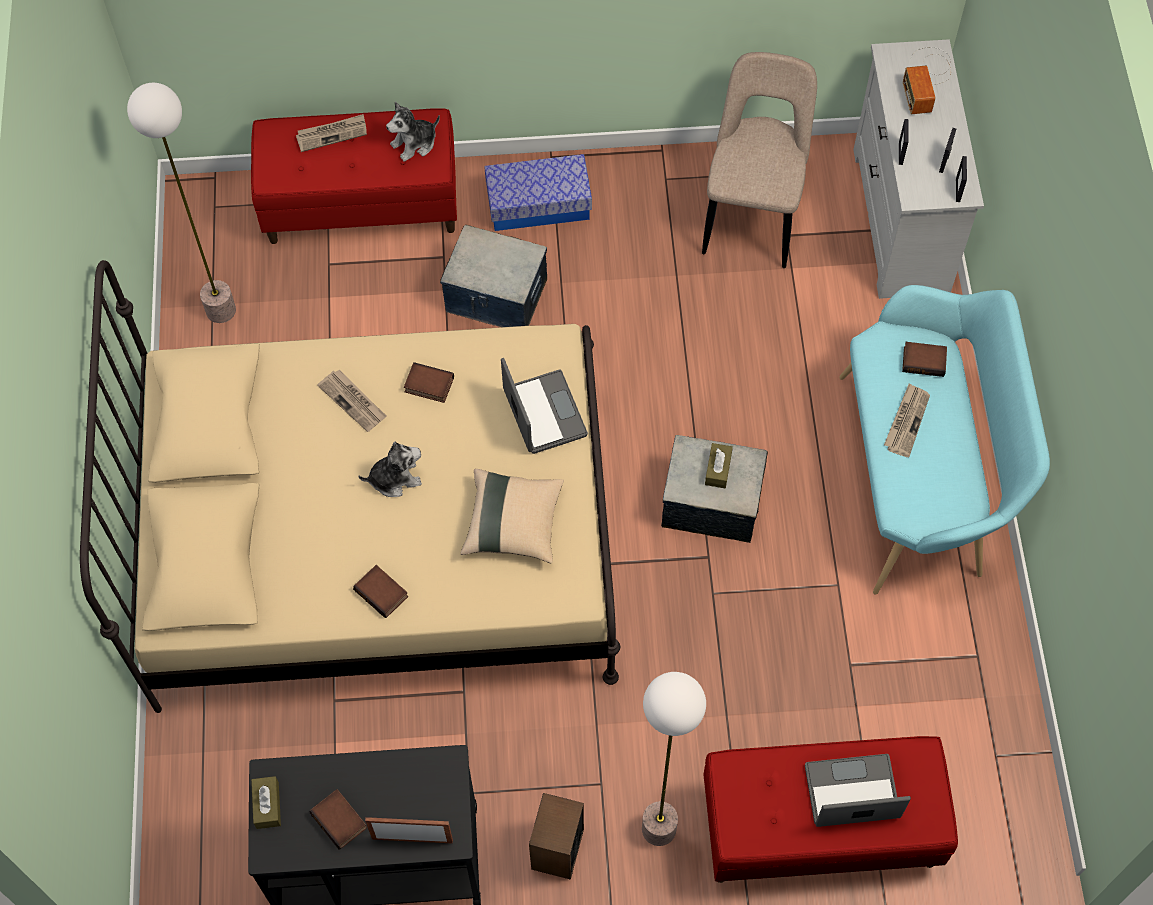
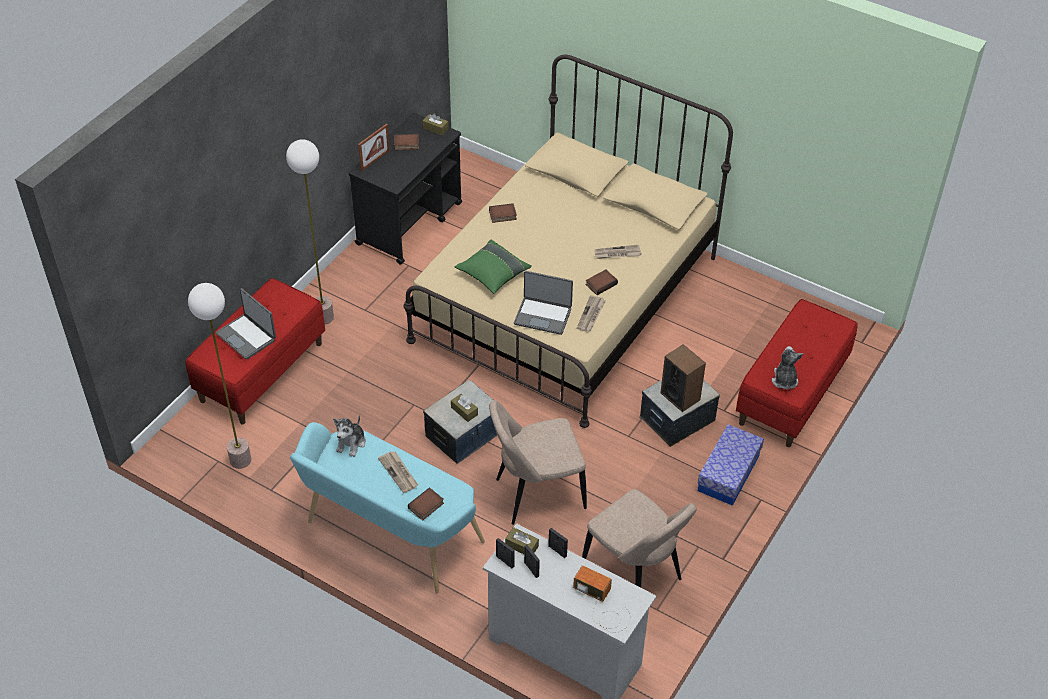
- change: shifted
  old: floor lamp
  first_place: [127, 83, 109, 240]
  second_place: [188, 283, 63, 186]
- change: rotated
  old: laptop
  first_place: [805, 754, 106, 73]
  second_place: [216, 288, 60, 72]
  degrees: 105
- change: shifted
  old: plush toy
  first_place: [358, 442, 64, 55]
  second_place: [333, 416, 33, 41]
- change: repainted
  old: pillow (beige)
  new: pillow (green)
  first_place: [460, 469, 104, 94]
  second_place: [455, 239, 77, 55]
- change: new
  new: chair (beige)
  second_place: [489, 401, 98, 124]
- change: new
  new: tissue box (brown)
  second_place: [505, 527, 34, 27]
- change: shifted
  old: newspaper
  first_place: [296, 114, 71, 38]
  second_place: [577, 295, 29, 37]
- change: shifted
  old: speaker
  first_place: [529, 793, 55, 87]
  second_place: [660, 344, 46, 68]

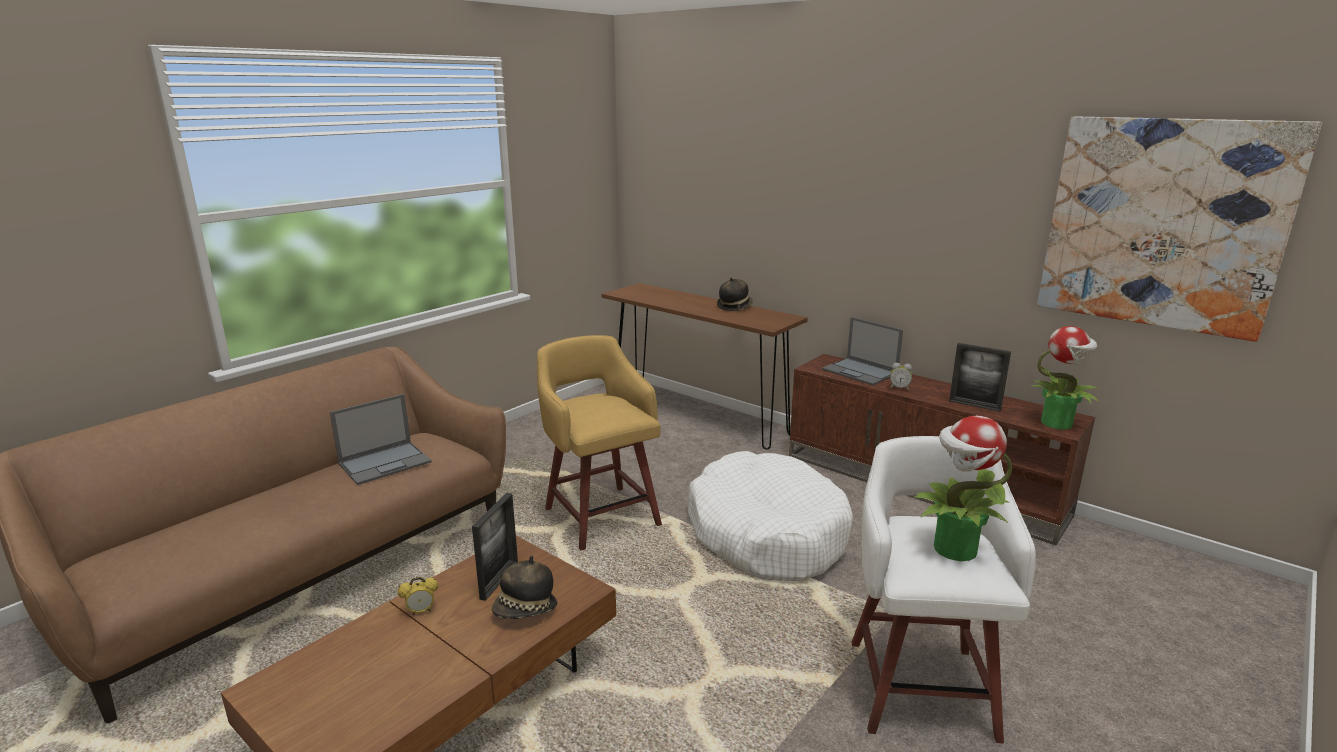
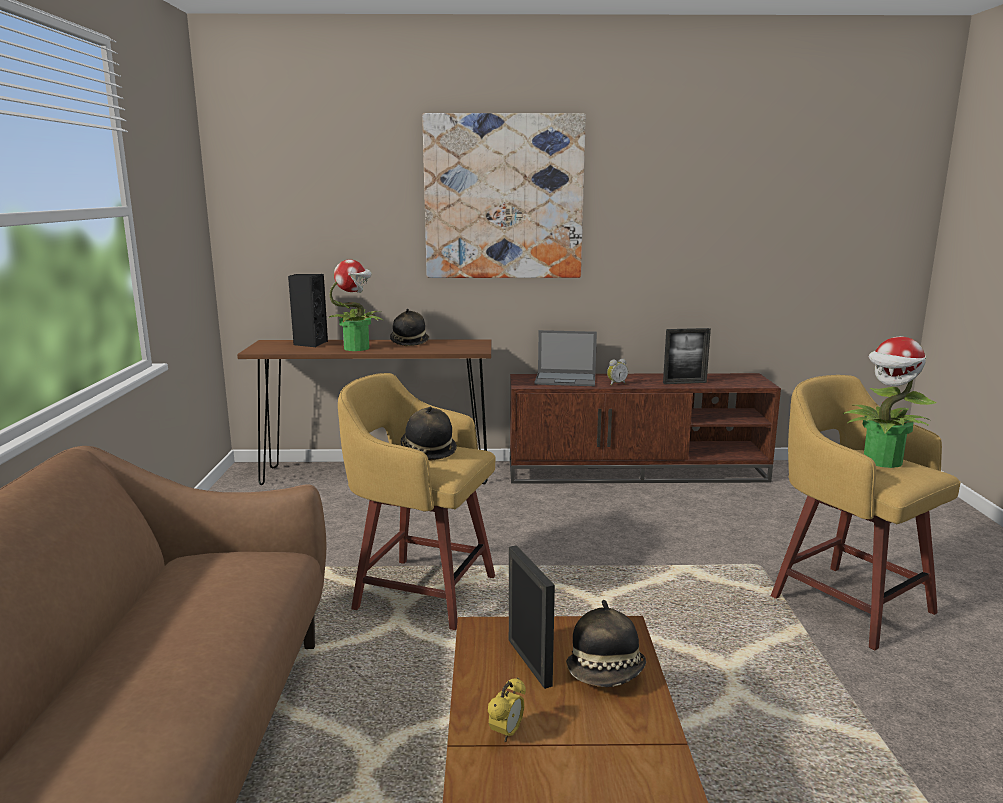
- change: new
  new: speaker (black)
  second_place: [288, 274, 40, 73]
- change: shifted
  old: potted plant
  first_place: [1030, 326, 69, 103]
  second_place: [329, 260, 55, 91]
- change: new
  new: hat
  second_place: [401, 407, 56, 54]
- change: shifted
  old: picture
  first_place: [1037, 117, 285, 225]
  second_place: [422, 113, 164, 165]
- change: repainted
  old: stool (white)
  new: stool (yellow)
  first_place: [851, 436, 185, 307]
  second_place: [771, 375, 190, 275]
- change: gone
  old: laptop
  first_place: [330, 394, 102, 91]
- change: gone
  old: dog bed (white)
  first_place: [688, 451, 165, 130]

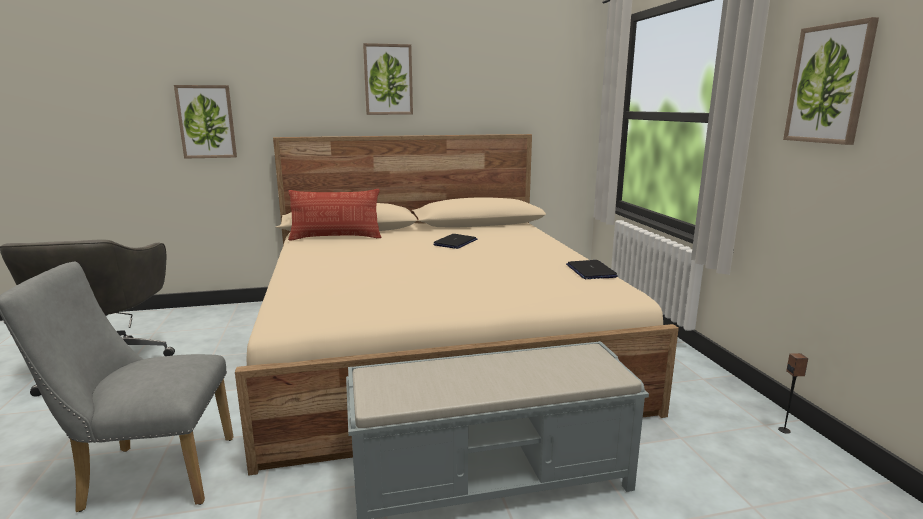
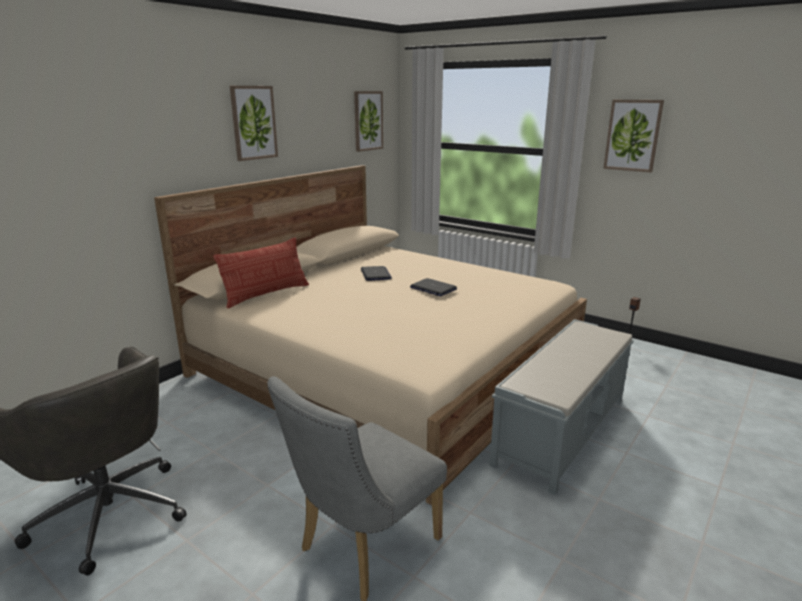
- change: shifted
  old: picture
  first_place: [174, 85, 63, 74]
  second_place: [354, 91, 29, 61]
- change: shifted
  old: laptop
  first_place: [566, 260, 52, 19]
  second_place: [410, 278, 47, 18]

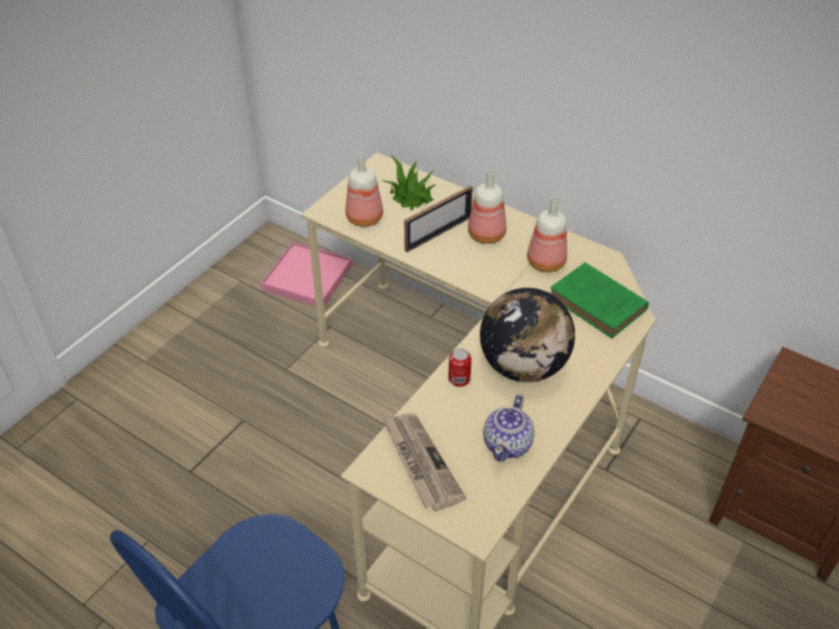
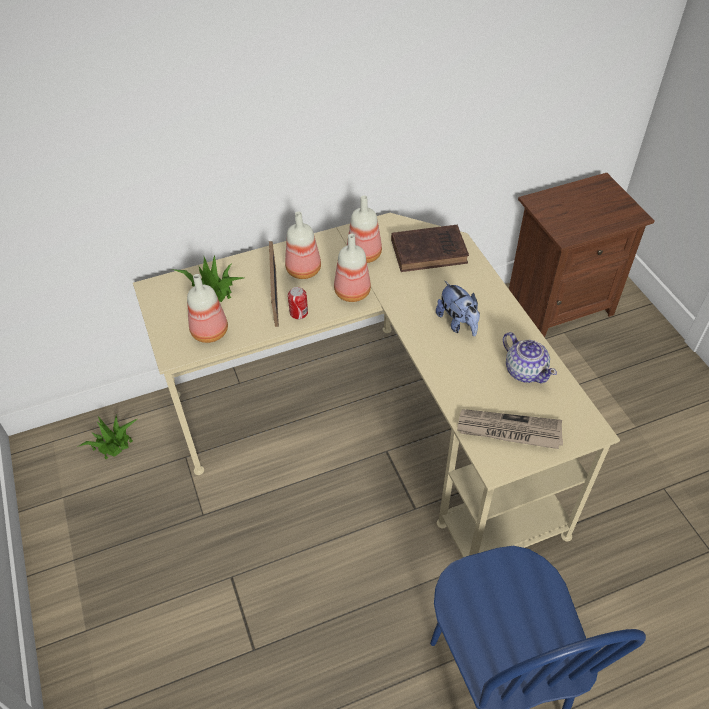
- change: swapped
  old: tray (pink)
  new: potted plant
  first_place: [261, 242, 91, 65]
  second_place: [77, 415, 60, 44]
- change: shifted
  old: can
  first_place: [448, 349, 24, 38]
  second_place: [288, 287, 20, 32]
- change: new
  new: bottle
  second_place: [334, 234, 37, 68]
- change: repainted
  old: book (green)
  new: book (brown)
  first_place: [550, 262, 99, 76]
  second_place: [391, 225, 78, 47]
- change: swapped
  old: globe
  new: plush toy
  first_place: [480, 288, 95, 94]
  second_place: [436, 281, 44, 55]

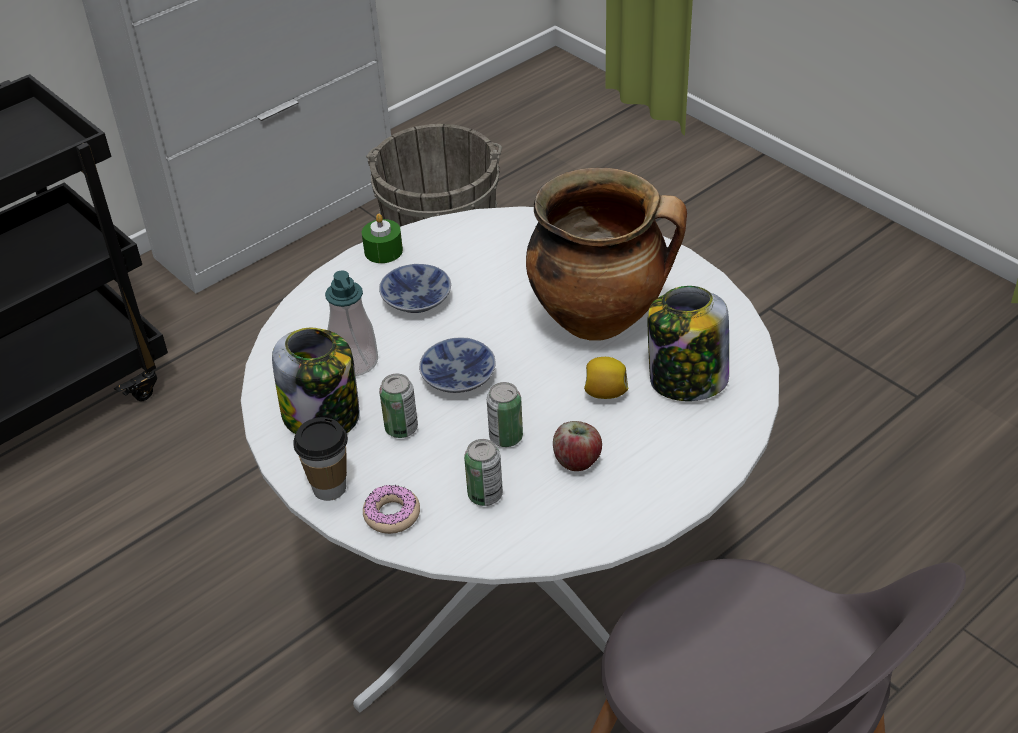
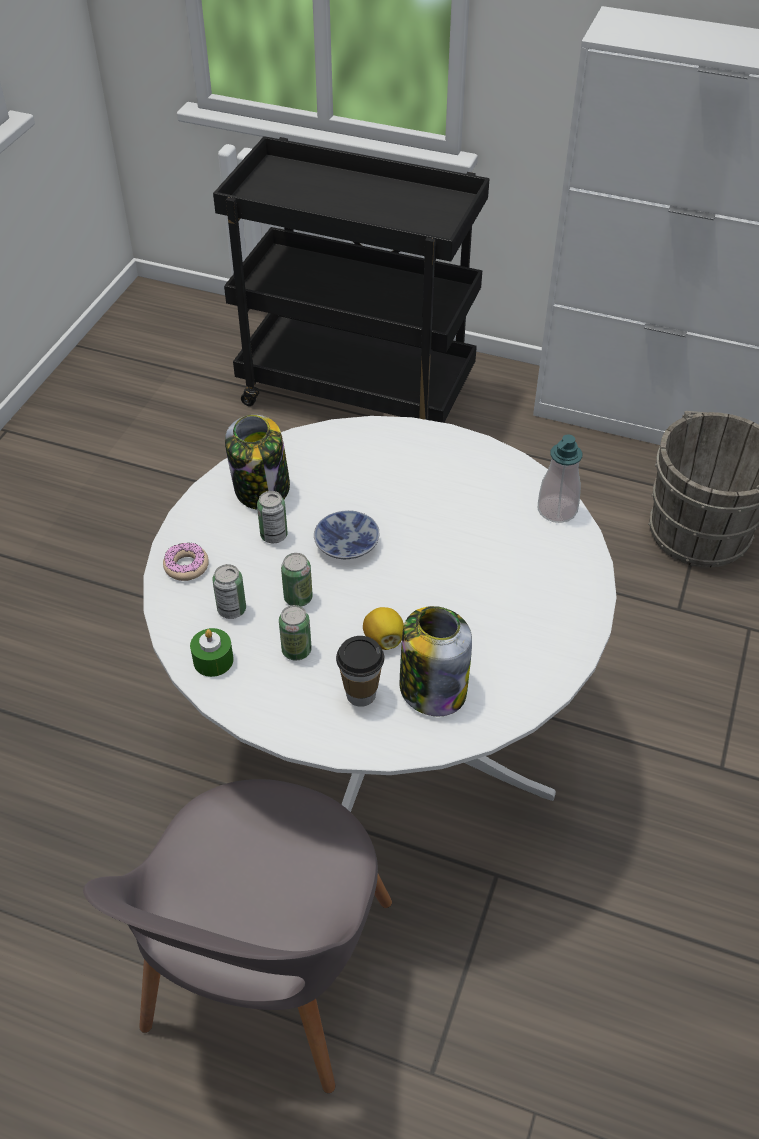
- change: shifted
  old: candle (green)
  first_place: [362, 214, 41, 49]
  second_place: [190, 628, 44, 49]
- change: swapped
  old: apple
  new: can
  first_place: [553, 421, 49, 50]
  second_place: [279, 605, 33, 56]
- change: shifted
  old: cup
  first_place: [293, 417, 55, 84]
  second_place: [336, 636, 48, 71]
- change: shifted
  old: soap dispenser
  first_place: [325, 270, 53, 106]
  second_place: [538, 435, 44, 88]
- change: gone
  old: bowl
  first_place: [379, 264, 72, 49]
- change: gone
  old: cooking pot
  first_place: [526, 168, 161, 172]

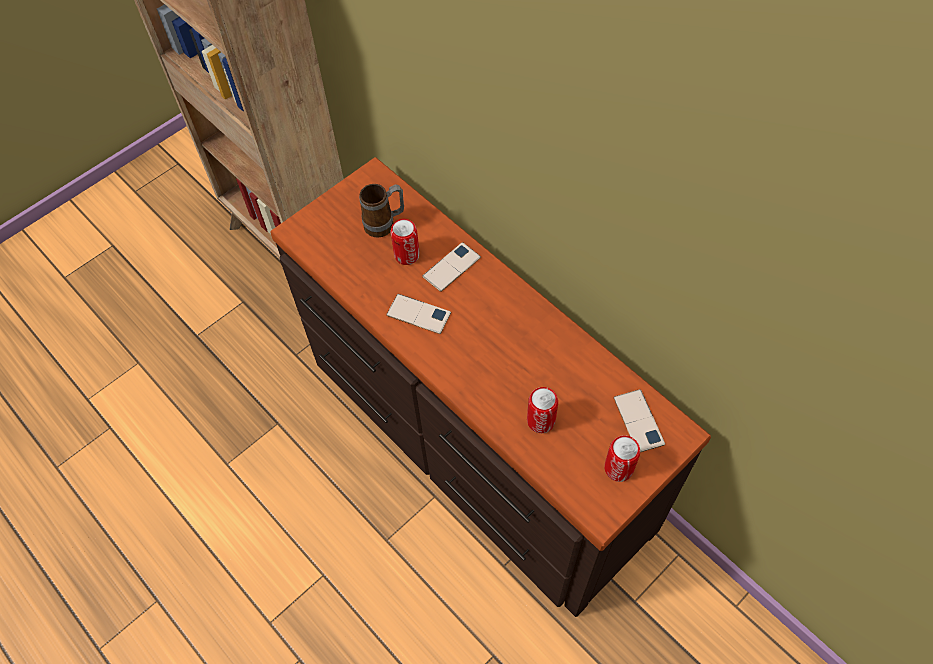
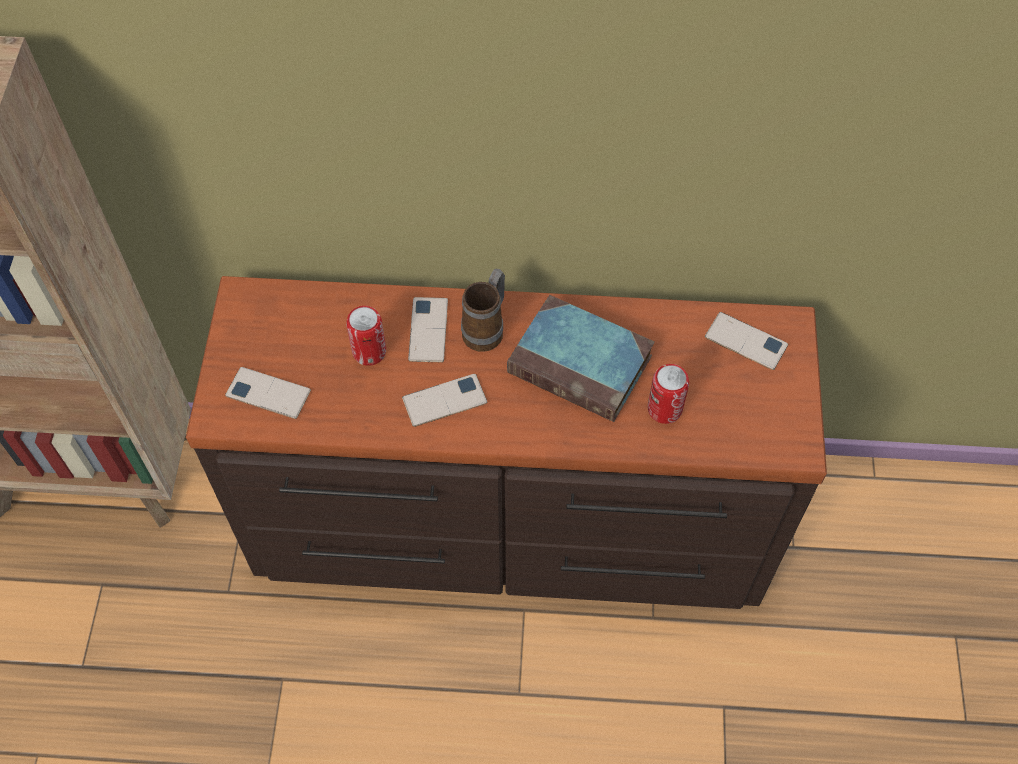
- change: new
  new: phone
  second_place: [225, 367, 86, 52]
- change: shifted
  old: mug
  first_place: [359, 184, 45, 54]
  second_place: [461, 269, 44, 83]
- change: new
  new: book
  second_place: [507, 295, 148, 127]
- change: gone
  old: can
  first_place: [604, 435, 36, 47]

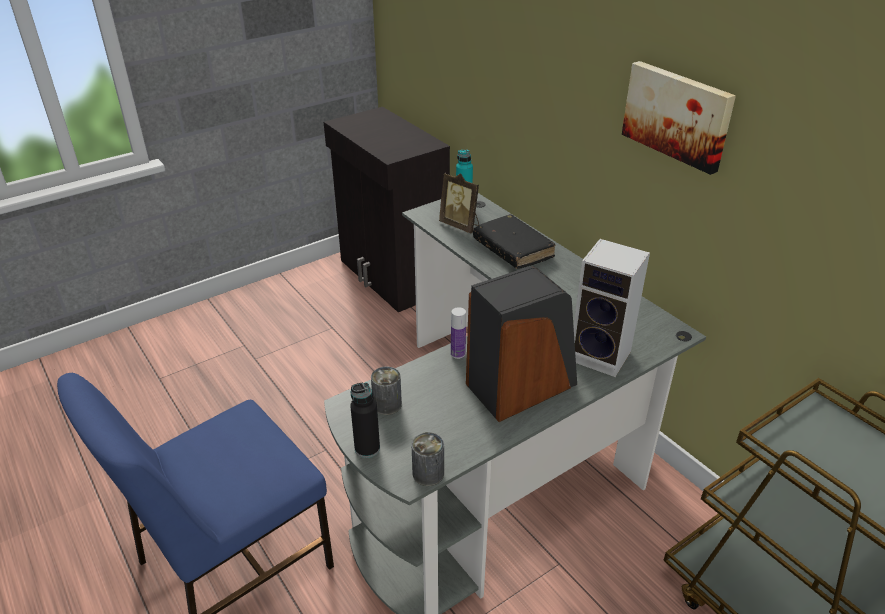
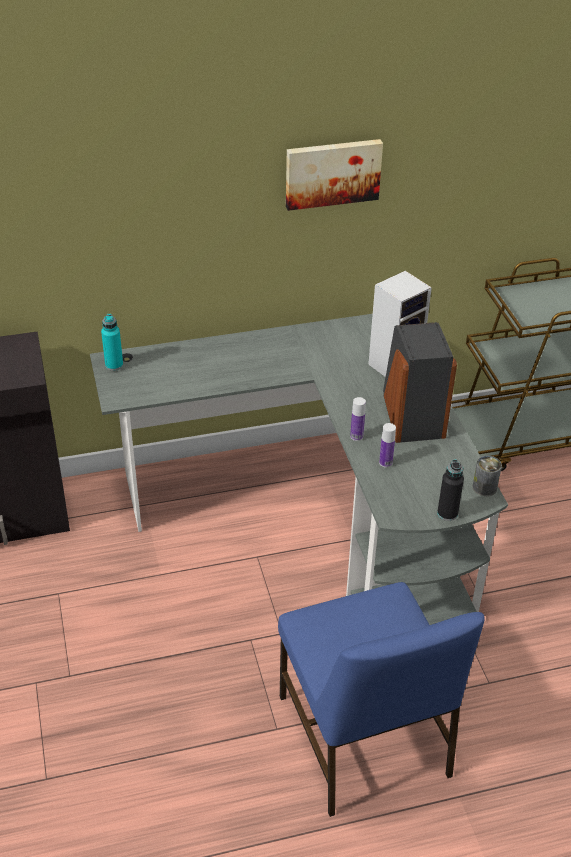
- change: new
  new: bottle
  second_place: [379, 423, 17, 45]
- change: gone
  old: can
  first_place: [371, 367, 31, 48]
- change: gone
  old: picture frame
  first_place: [439, 173, 40, 60]
- change: gone
  old: book (black)
  first_place: [473, 214, 82, 55]

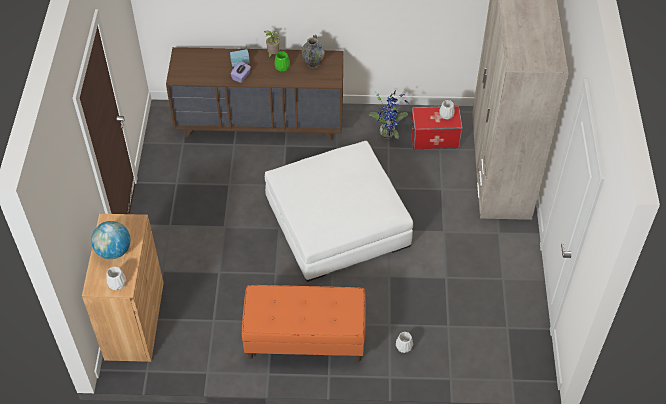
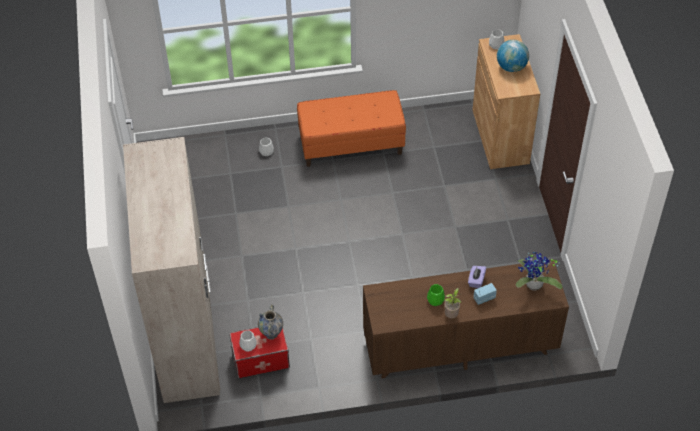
- change: shifted
  old: vase
  first_place: [302, 34, 23, 35]
  second_place: [258, 304, 25, 36]
- change: shifted
  old: potted plant
  first_place: [368, 92, 40, 47]
  second_place: [516, 252, 47, 38]
- change: gone
  old: ottoman (white)
  first_place: [265, 141, 148, 141]

